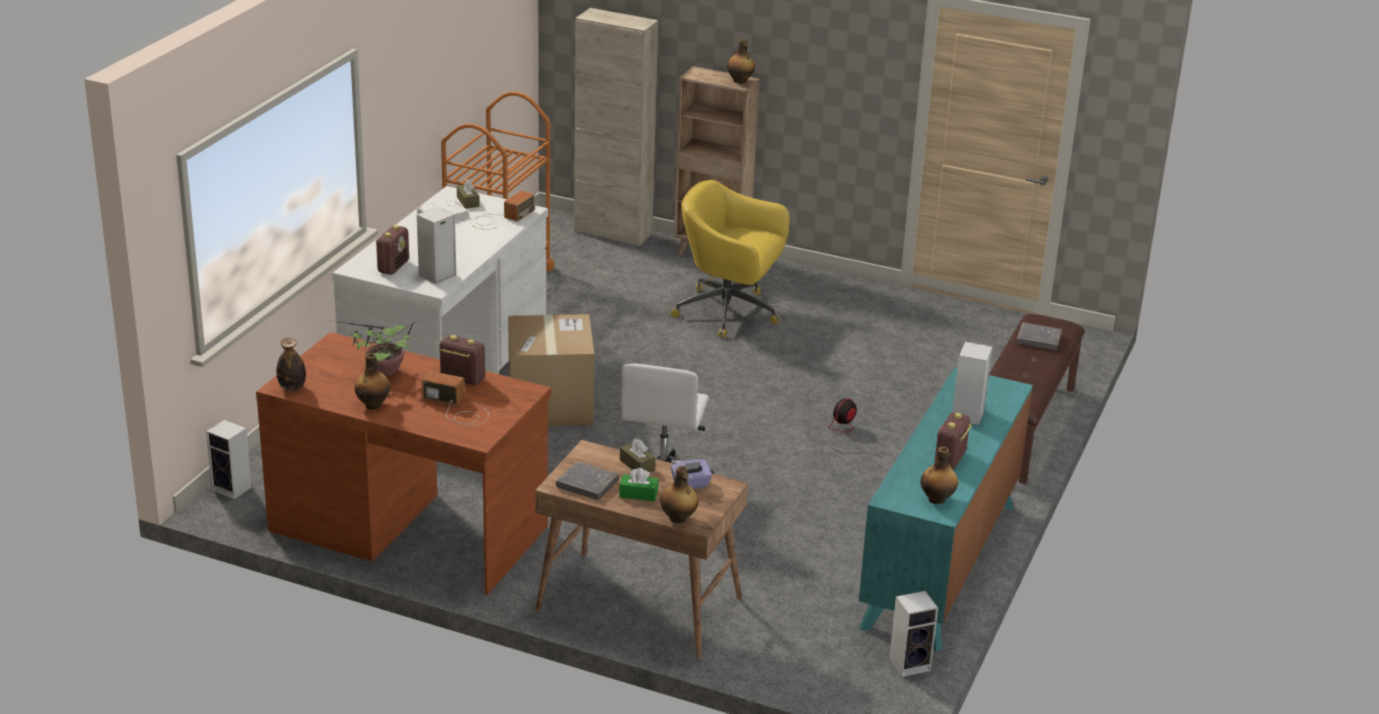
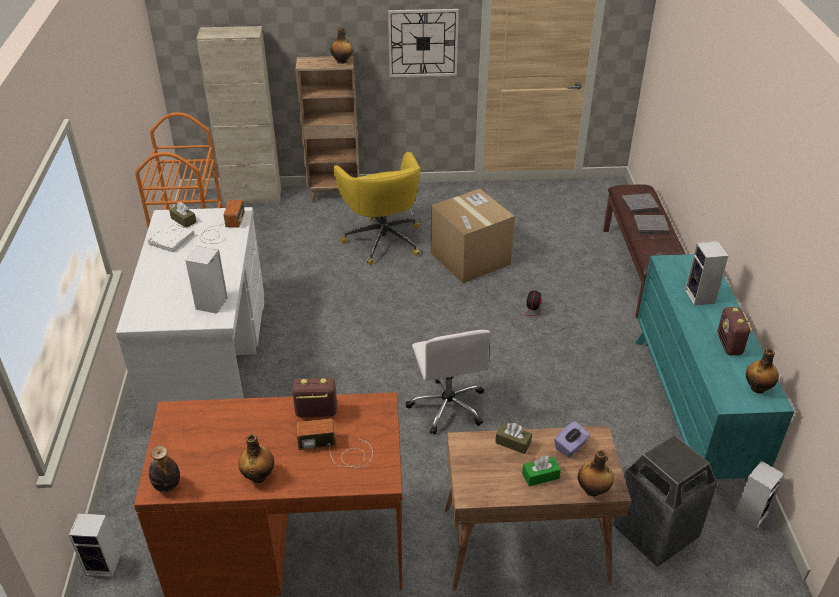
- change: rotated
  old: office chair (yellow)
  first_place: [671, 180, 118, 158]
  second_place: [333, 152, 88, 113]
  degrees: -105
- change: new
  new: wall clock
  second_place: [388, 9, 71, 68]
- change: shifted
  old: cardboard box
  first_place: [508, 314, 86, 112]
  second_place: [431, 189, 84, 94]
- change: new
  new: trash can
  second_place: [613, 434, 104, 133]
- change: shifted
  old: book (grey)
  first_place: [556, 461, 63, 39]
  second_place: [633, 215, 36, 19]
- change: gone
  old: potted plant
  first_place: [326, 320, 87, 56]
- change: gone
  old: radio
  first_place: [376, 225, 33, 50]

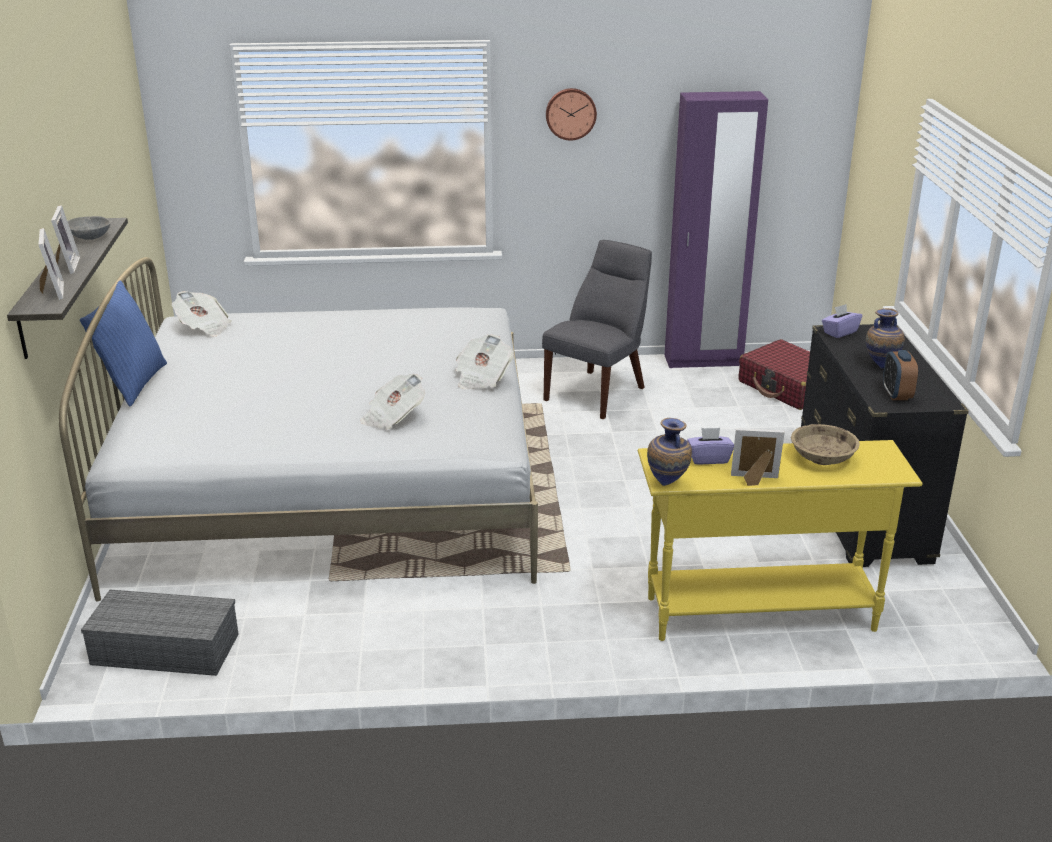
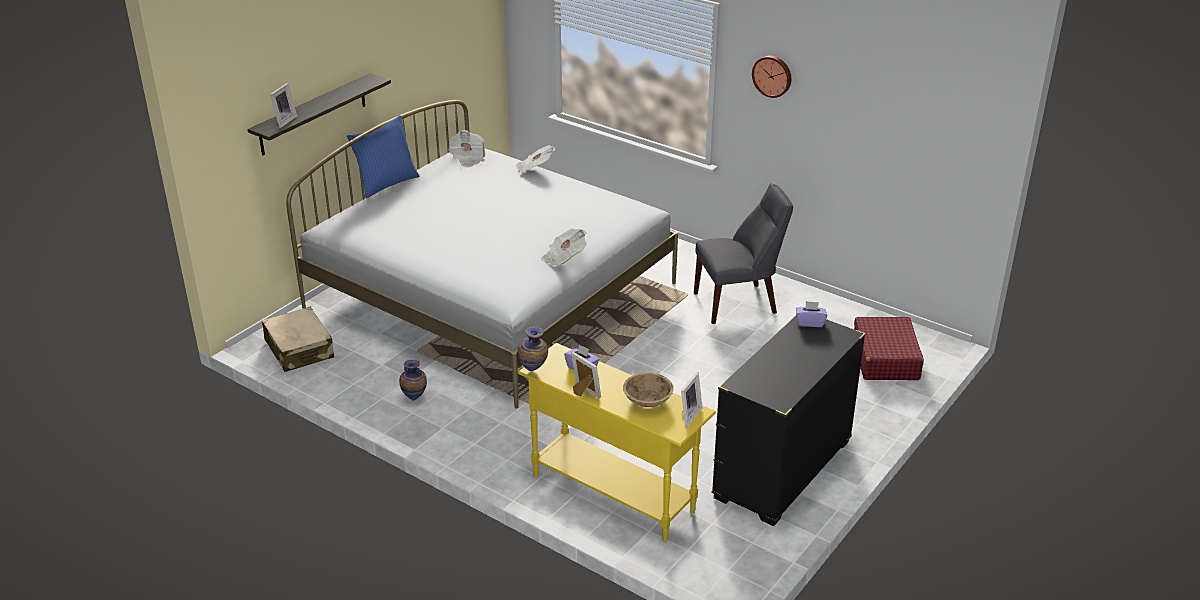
- change: swapped
  old: storage box (grey)
  new: suitcase (beige)
  first_place: [81, 590, 158, 86]
  second_place: [262, 307, 72, 65]
- change: shifted
  old: vase
  first_place: [866, 308, 39, 61]
  second_place: [399, 360, 28, 41]
- change: shifted
  old: newspaper
  first_place: [360, 374, 65, 55]
  second_place: [516, 145, 39, 28]
- change: shifted
  old: picture frame
  first_place: [51, 205, 29, 69]
  second_place: [681, 372, 22, 55]
- change: gone
  old: bowl (grey)
  first_place: [68, 216, 42, 24]
- change: gone
  old: wardrobe (purple)
  first_place: [664, 91, 104, 277]
- change: gone
  old: alarm clock
  first_place: [883, 350, 35, 50]

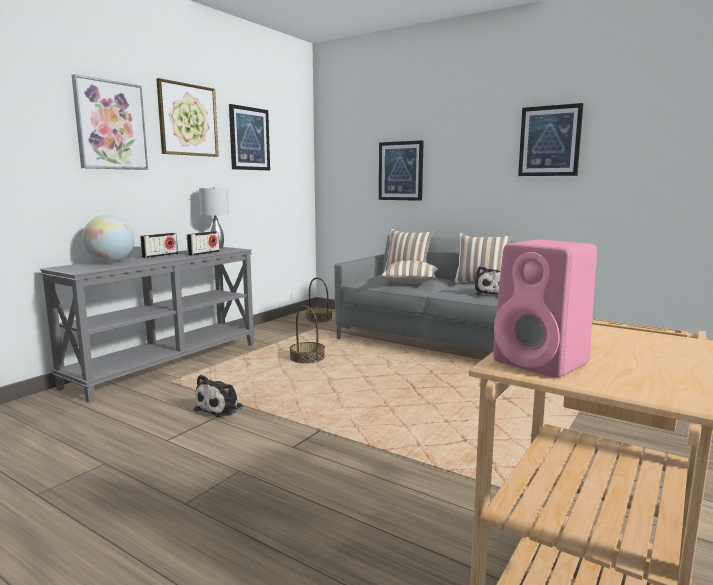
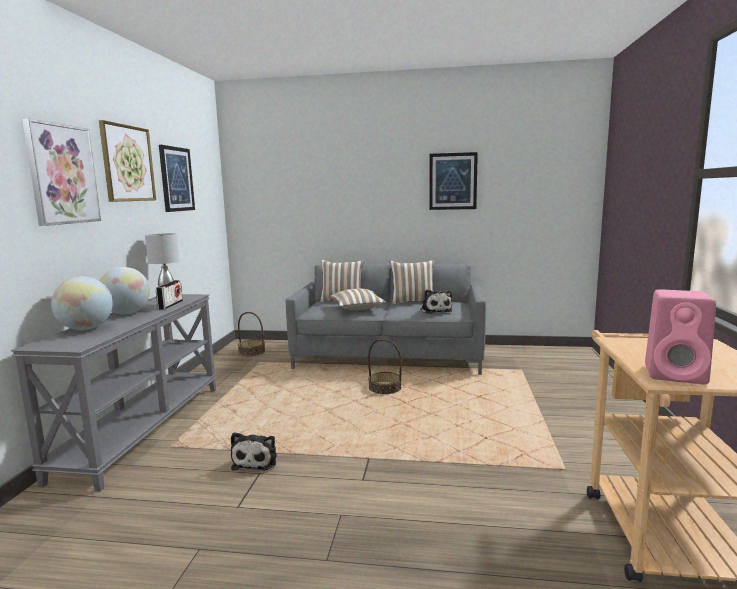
- change: swapped
  old: radio
  new: globe
  first_place: [140, 233, 38, 25]
  second_place: [100, 267, 50, 48]
- change: shifted
  old: basket
  first_place: [290, 305, 35, 59]
  second_place: [368, 339, 34, 55]
- change: gone
  old: picture
  first_place: [379, 140, 45, 61]

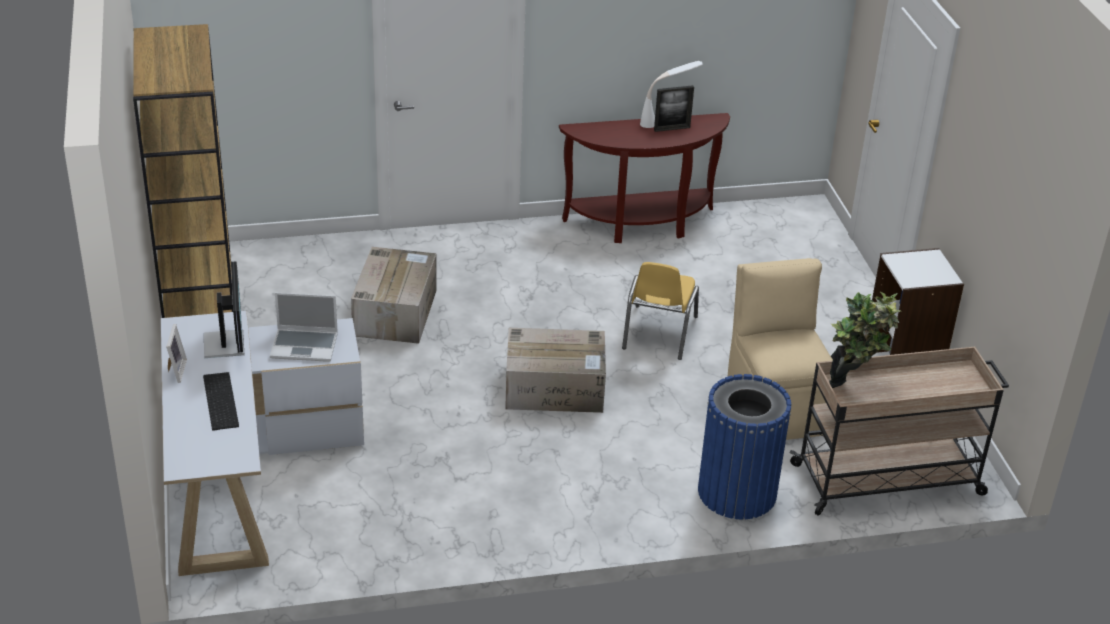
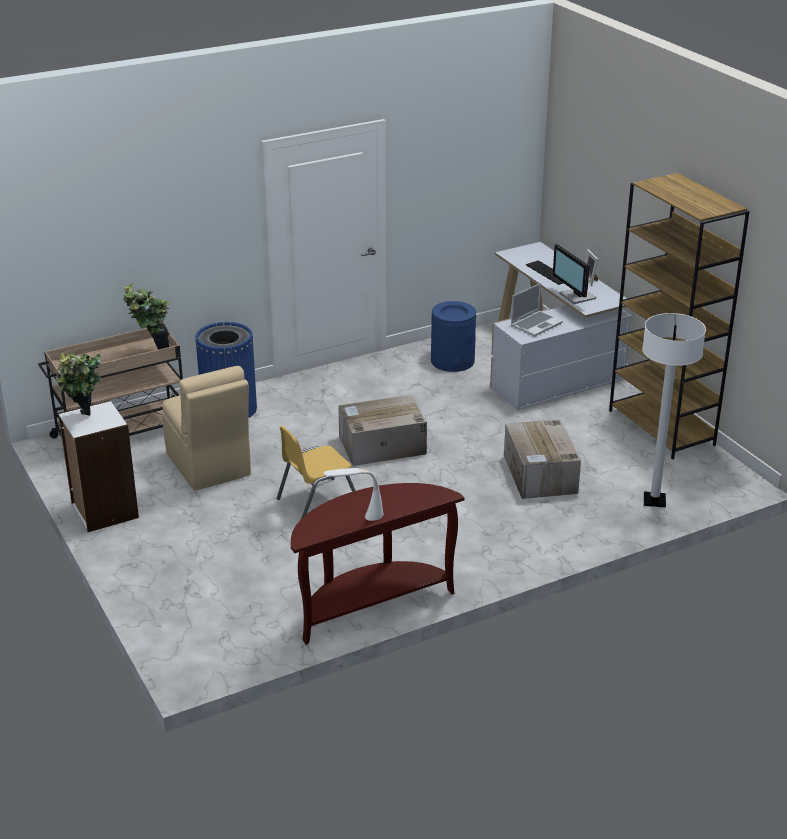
- change: new
  new: potted plant
  second_place: [55, 352, 47, 64]
- change: rotated
  old: chair (yellow)
  first_place: [622, 262, 77, 98]
  second_place: [277, 426, 79, 93]
  degrees: -120
- change: new
  new: trash can (blue)
  second_place: [431, 301, 45, 71]
- change: rotated
  old: laptop
  first_place: [270, 292, 68, 70]
  second_place: [511, 283, 52, 53]
  degrees: 150
- change: new
  new: floor lamp (white)
  second_place: [642, 313, 64, 195]
- change: gone
  old: picture frame
  first_place: [654, 85, 40, 47]

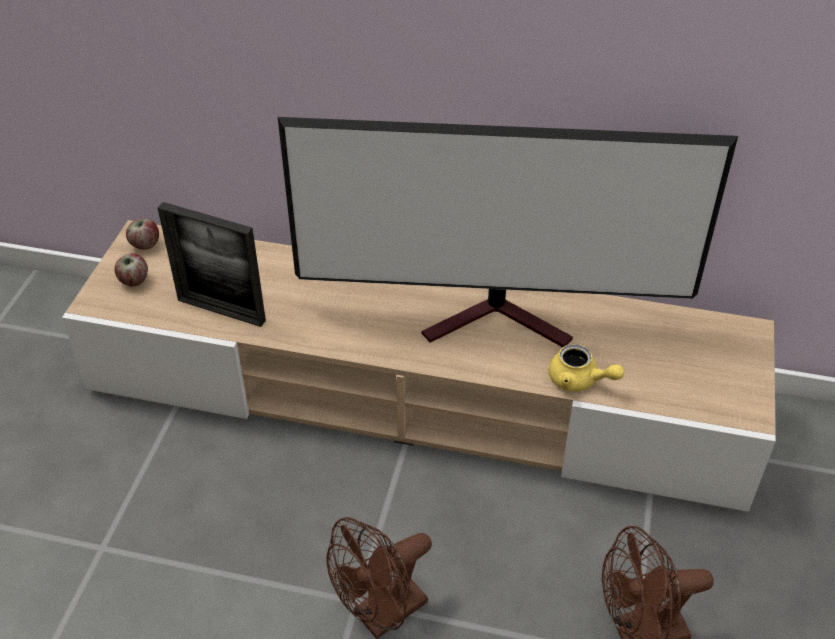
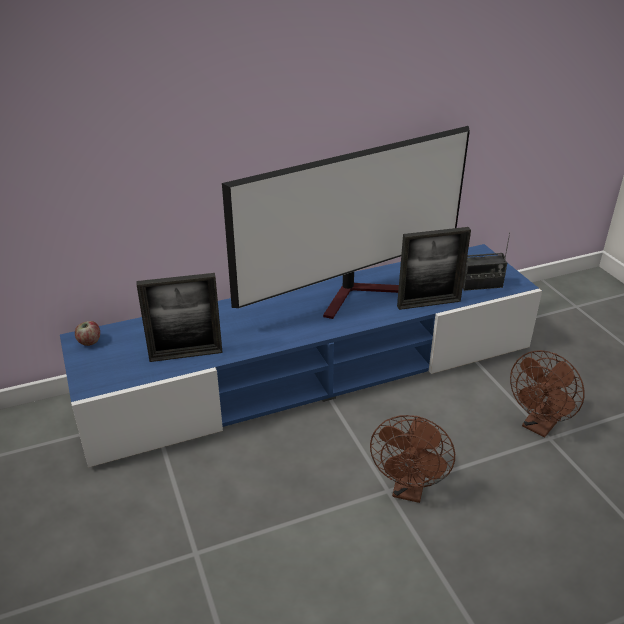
- change: repainted
  old: tv stand (beige)
  new: tv stand (blue)
  first_place: [62, 220, 714, 292]
  second_place: [60, 244, 482, 224]
- change: swapped
  old: teapot (yellow)
  new: picture frame
  first_place: [548, 344, 76, 47]
  second_place: [397, 227, 74, 83]
- change: new
  new: radio
  second_place: [463, 232, 47, 59]
- change: gone
  old: apple
  first_place: [114, 253, 34, 33]

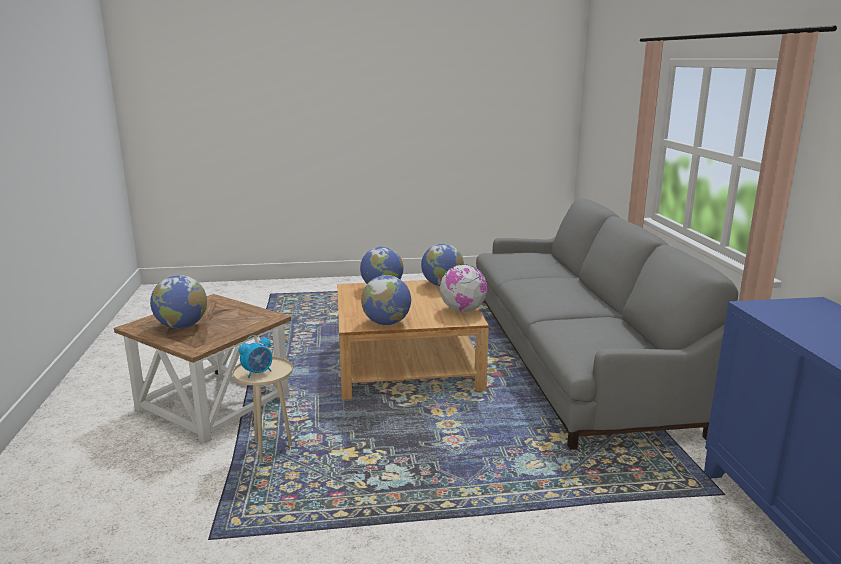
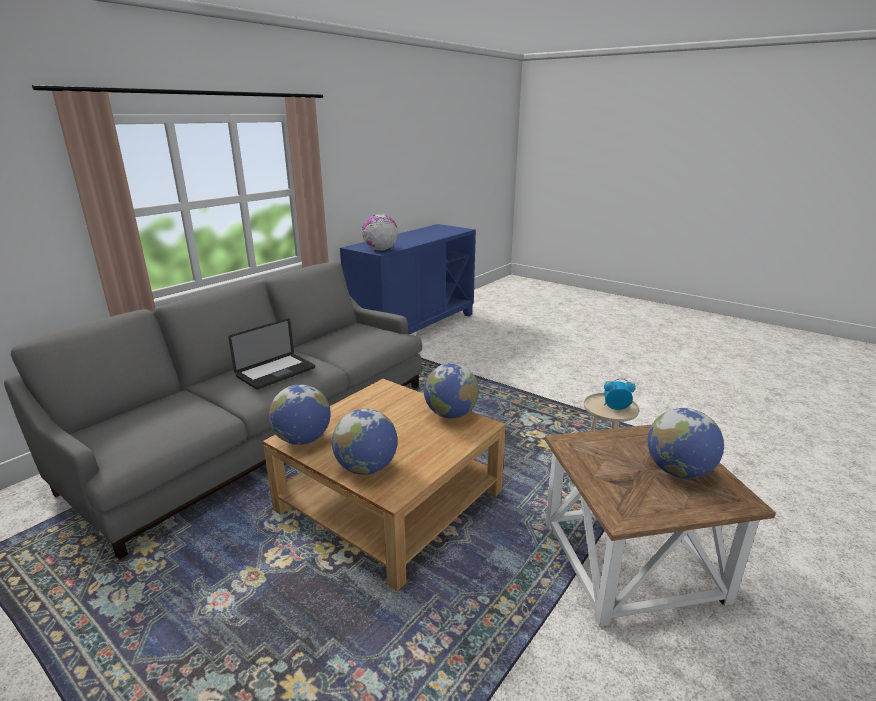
- change: new
  new: laptop
  second_place: [228, 318, 87, 71]
- change: shifted
  old: globe
  first_place: [440, 264, 47, 48]
  second_place: [362, 214, 36, 37]

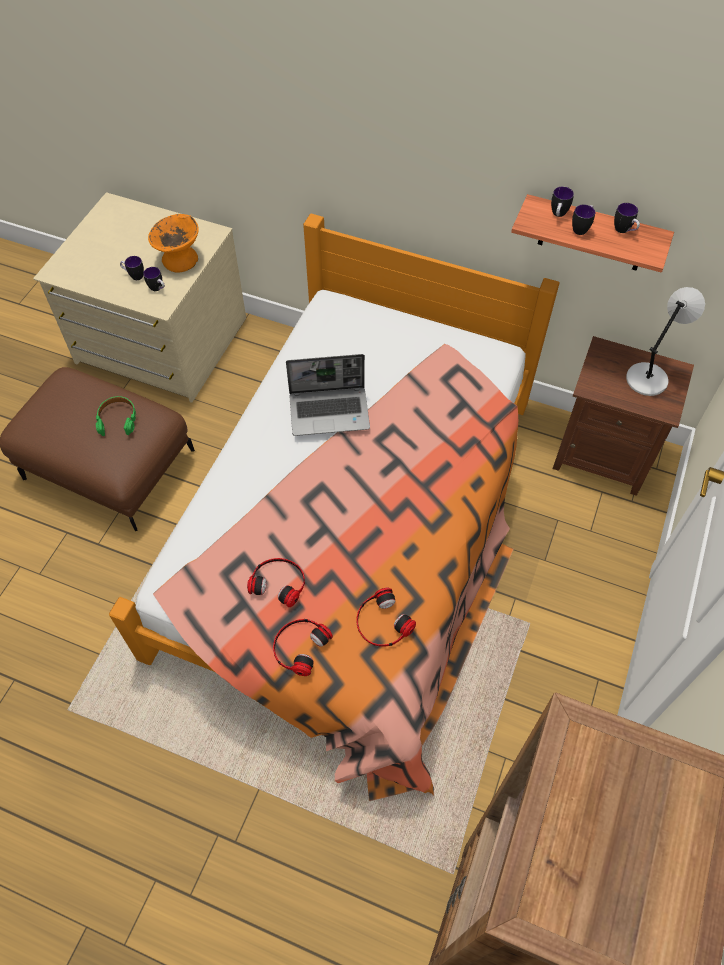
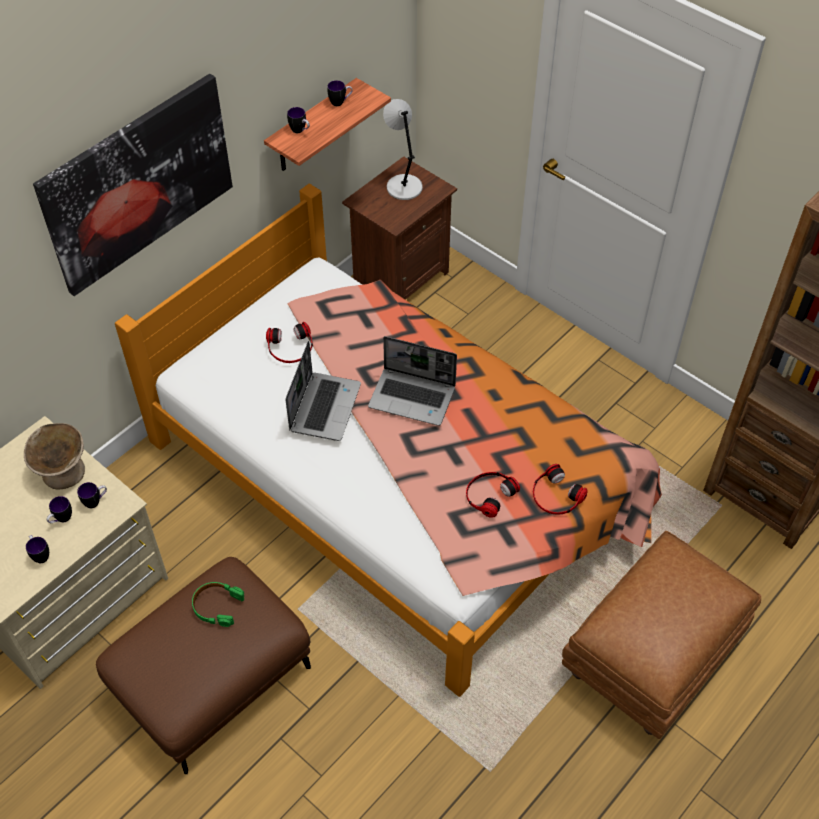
- change: repainted
  old: bowl (orange)
  new: bowl (beige)
  first_place: [148, 214, 51, 59]
  second_place: [24, 423, 61, 67]
- change: shifted
  old: mug
  first_place: [572, 205, 23, 30]
  second_place: [26, 535, 23, 28]
- change: new
  new: picture
  second_place: [33, 74, 200, 222]
- change: shifted
  old: headphones
  first_place: [357, 588, 59, 59]
  second_place: [266, 322, 47, 41]
- change: new
  new: laptop
  second_place: [368, 336, 89, 90]
- change: new
  new: ottoman (brown)
  second_place: [562, 531, 200, 208]

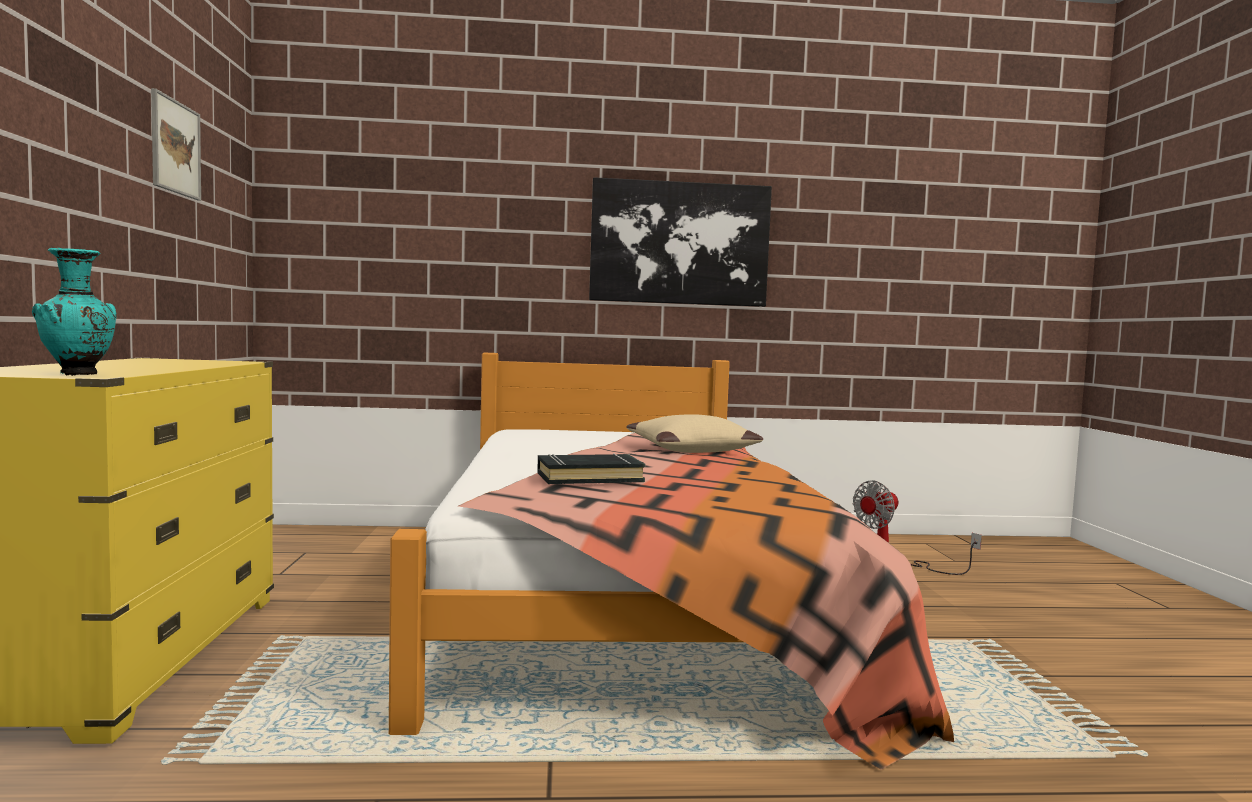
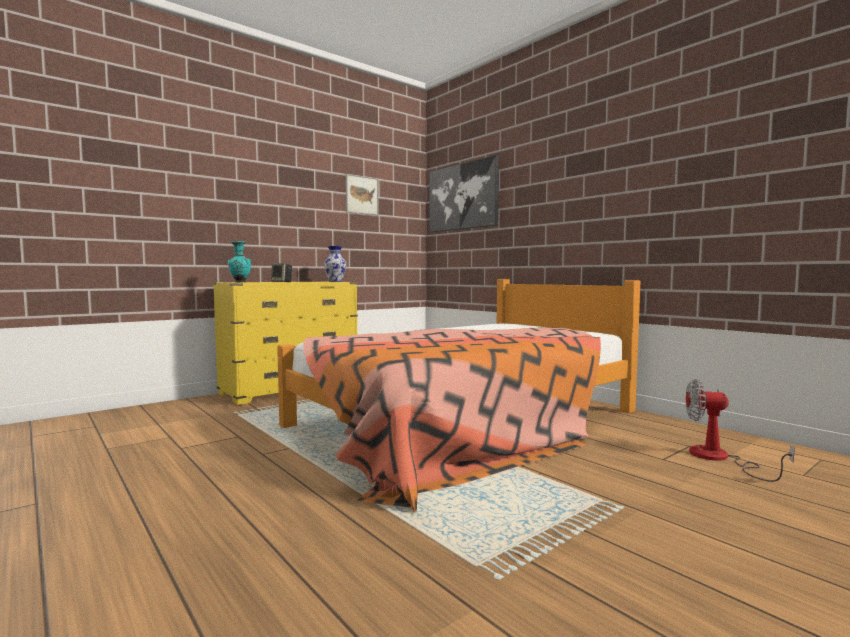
- change: new
  new: speaker
  second_place: [271, 263, 21, 19]
- change: new
  new: vase
  second_place: [324, 246, 23, 36]
- change: shifted
  old: picture
  first_place: [589, 177, 183, 130]
  second_place: [429, 155, 70, 77]
- change: gone
  old: book (black)
  first_place: [537, 453, 109, 31]
- change: gone
  old: pillow (beige)
  first_place: [626, 414, 137, 39]

